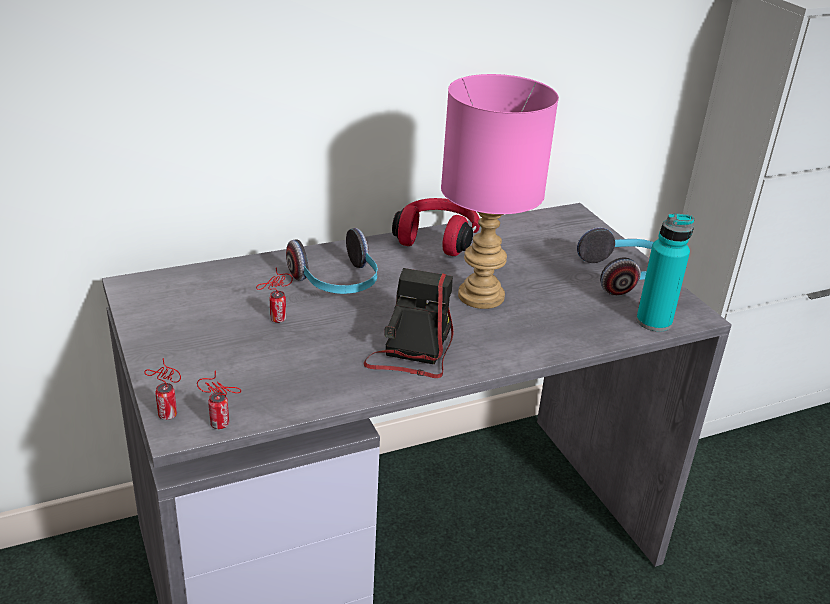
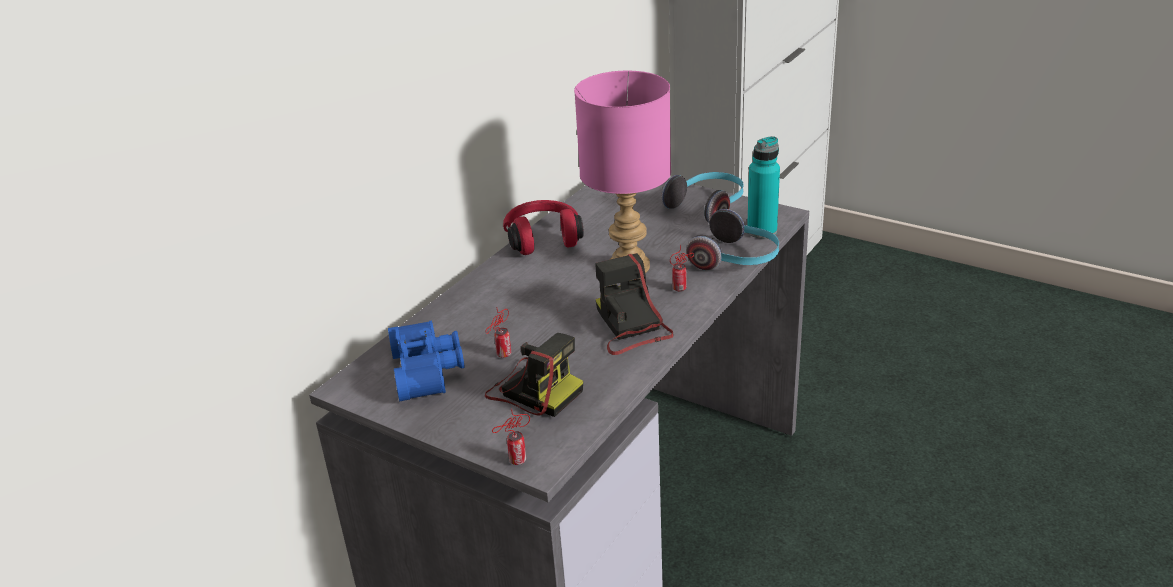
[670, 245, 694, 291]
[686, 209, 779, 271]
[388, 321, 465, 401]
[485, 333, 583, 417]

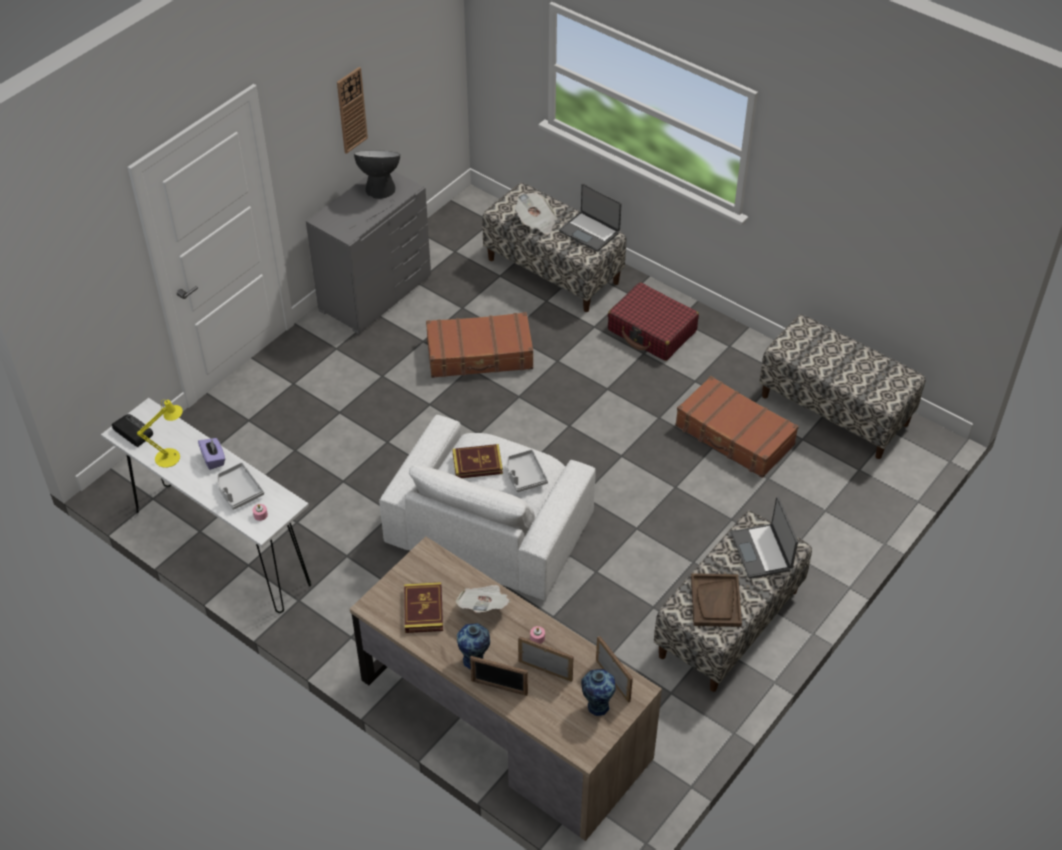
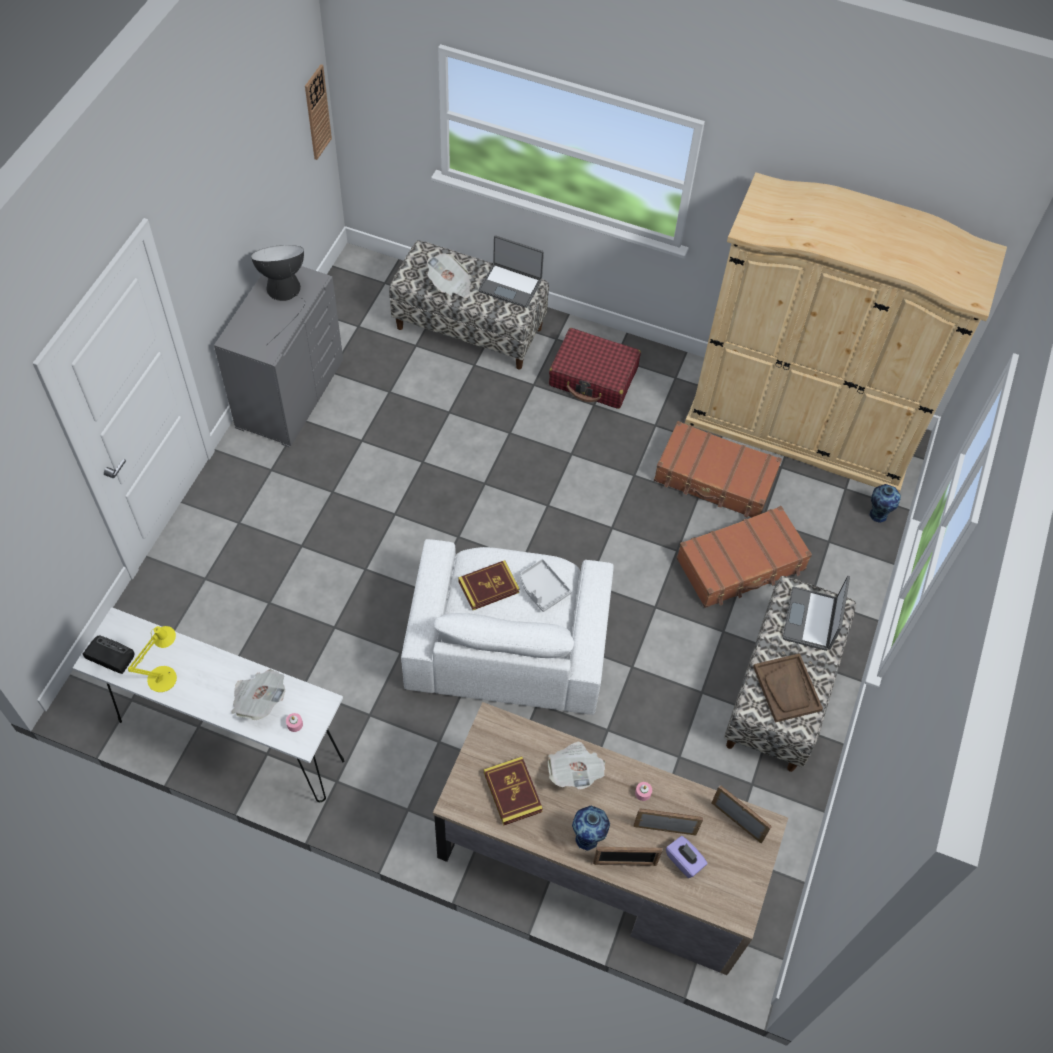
[666, 836, 707, 878]
[232, 669, 285, 720]
[305, 64, 332, 160]
[676, 506, 812, 608]
[870, 484, 901, 523]
[783, 576, 850, 651]
[685, 172, 1007, 492]

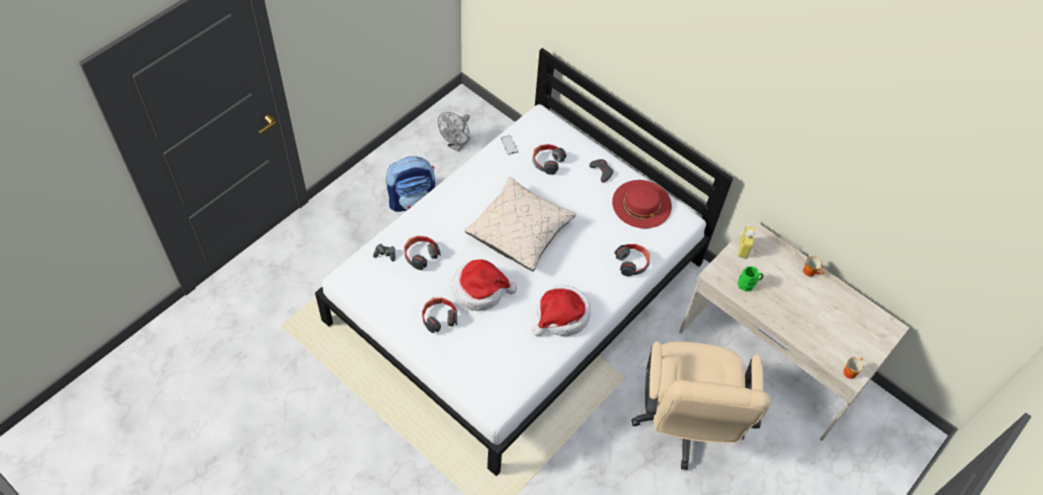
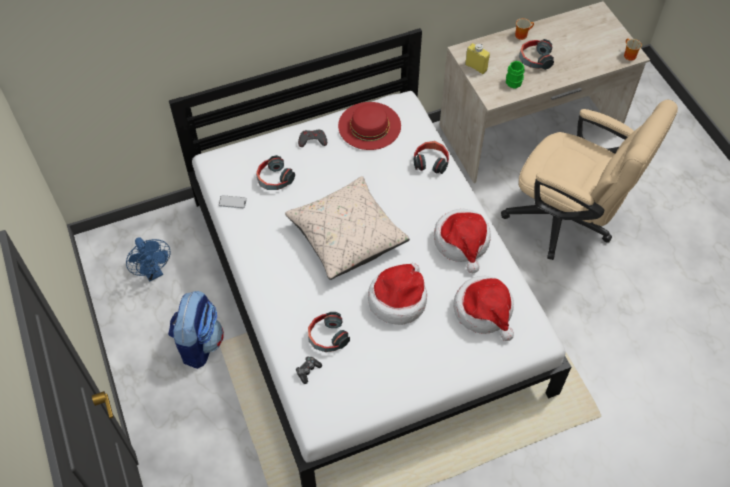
[519, 39, 554, 70]
[126, 237, 170, 282]
[453, 276, 514, 341]

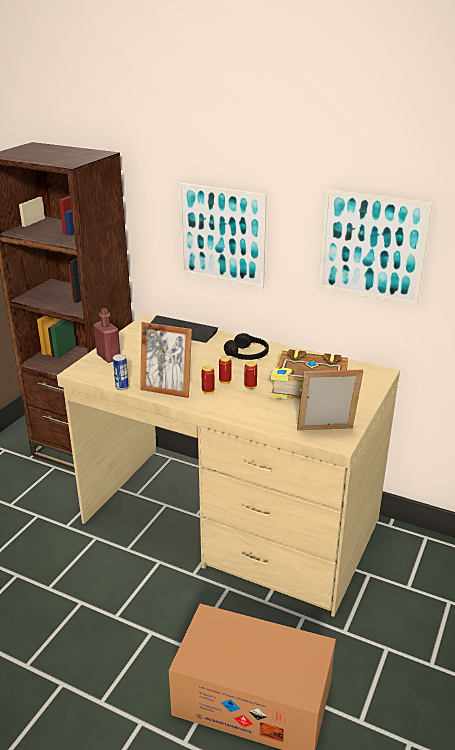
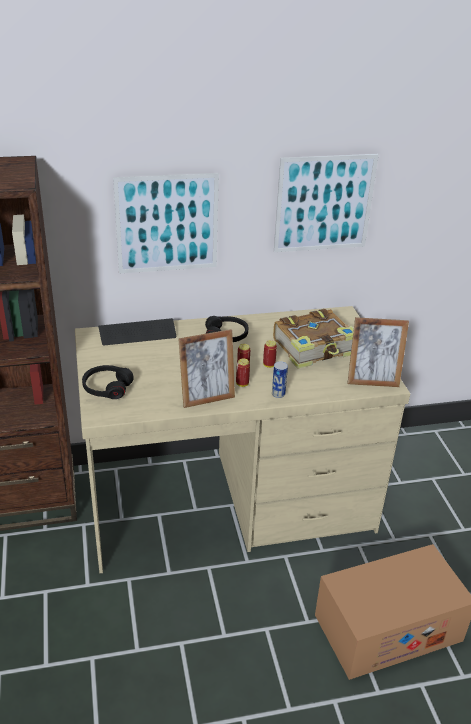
[82, 365, 134, 399]
[272, 361, 288, 398]
[347, 317, 409, 387]

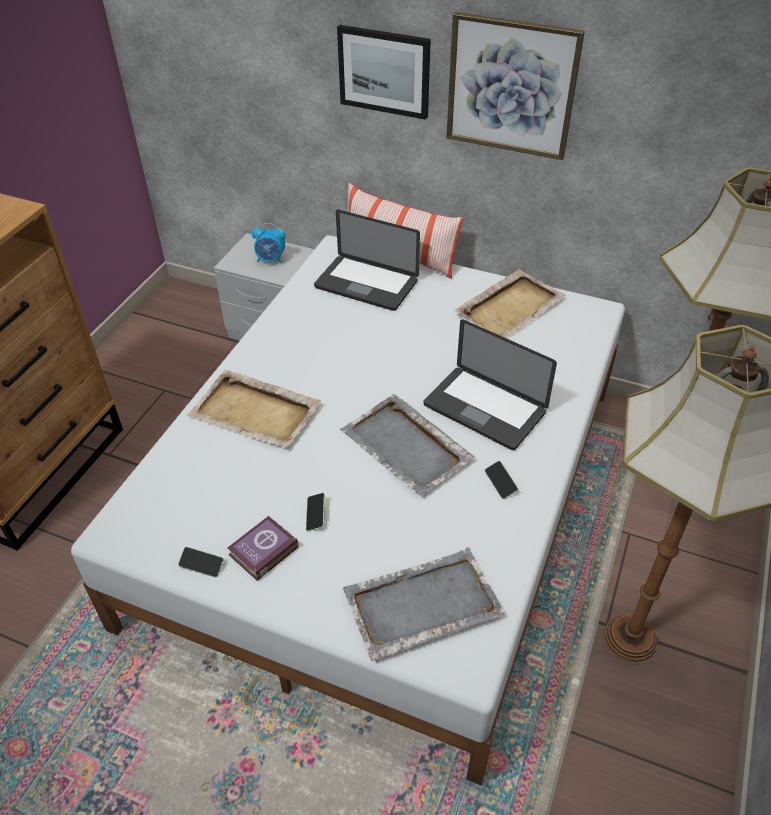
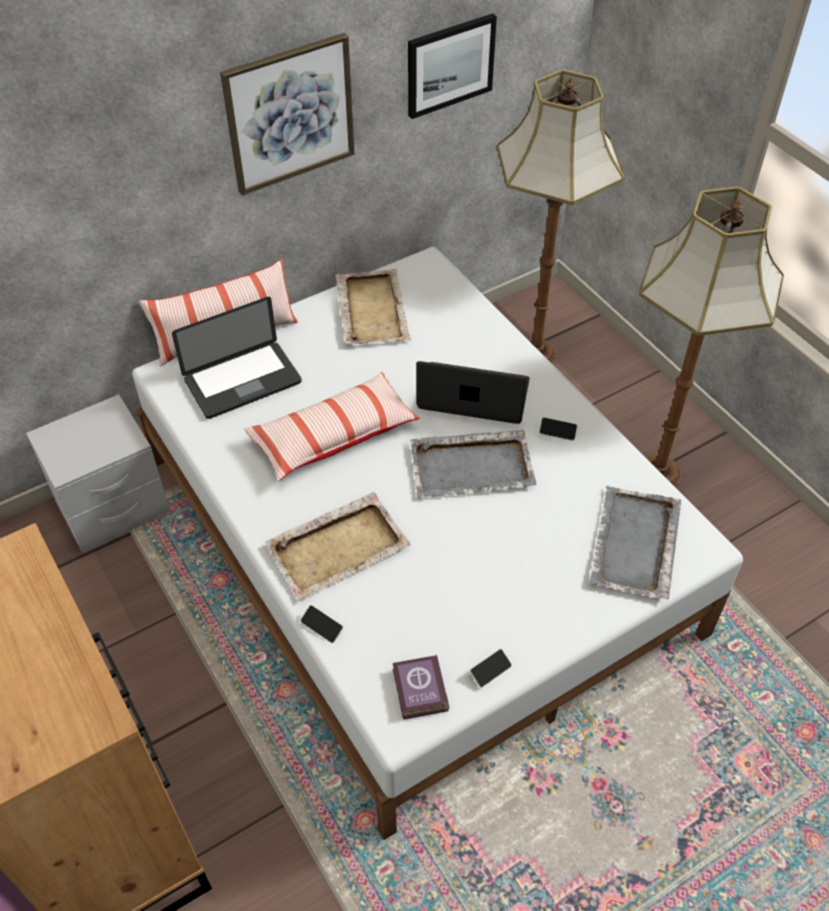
[393, 654, 449, 719]
[252, 223, 286, 264] (first image)
[300, 605, 343, 643]
[408, 13, 497, 119]
[416, 361, 529, 424]
[244, 372, 420, 481]

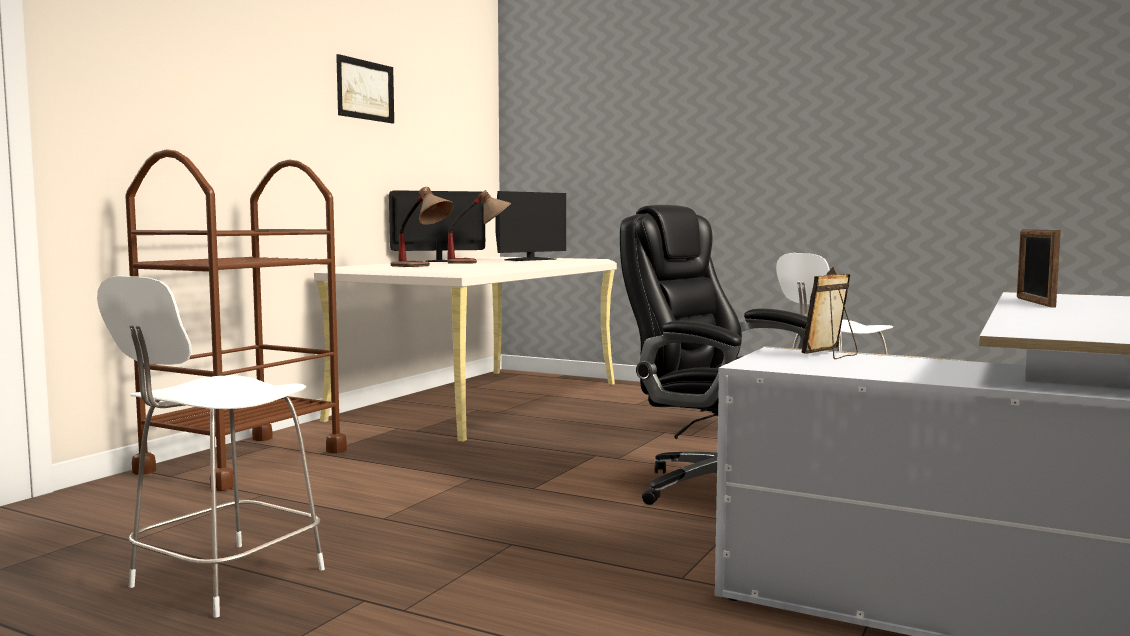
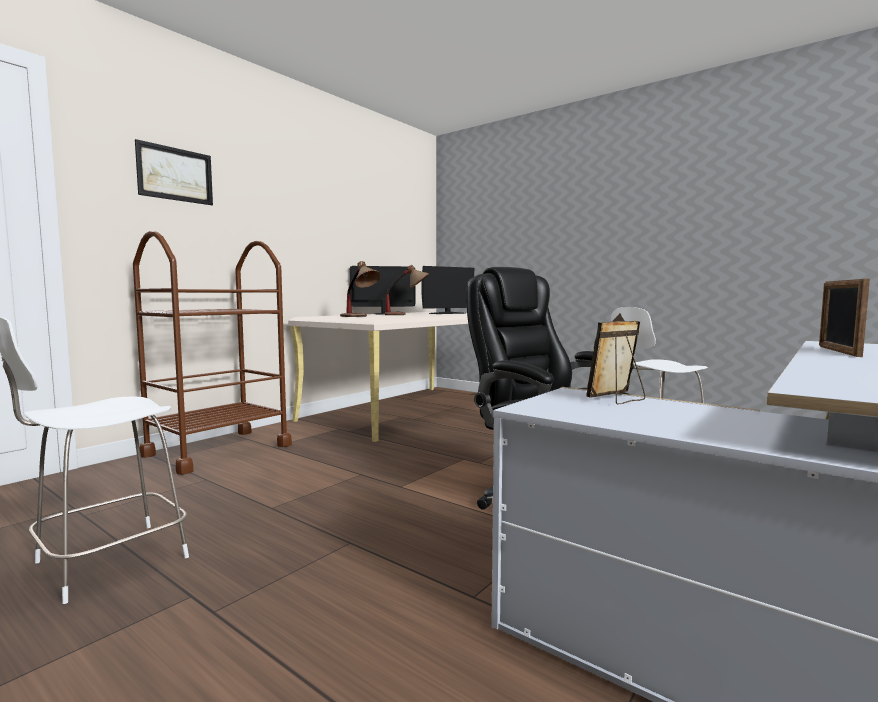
[135, 139, 213, 205]

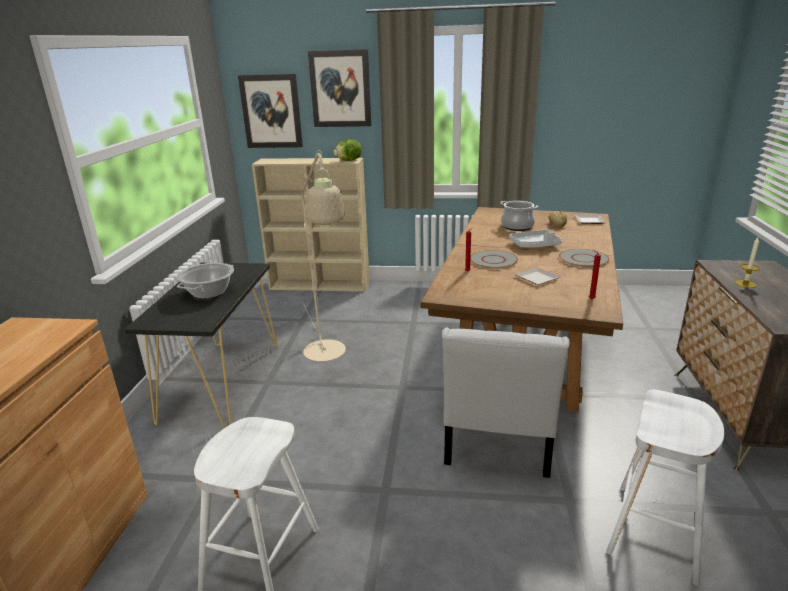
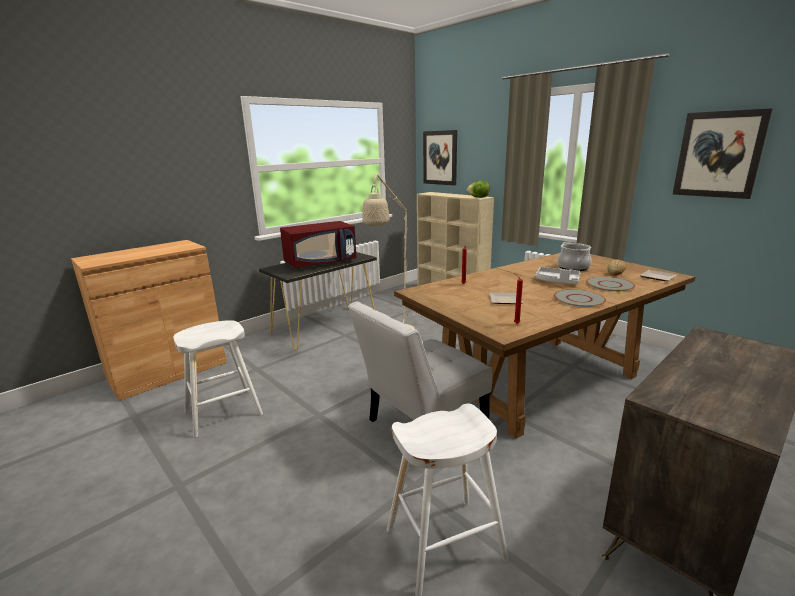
[280, 221, 356, 269]
[673, 108, 773, 199]
[586, 277, 635, 292]
[735, 237, 759, 288] (first image)

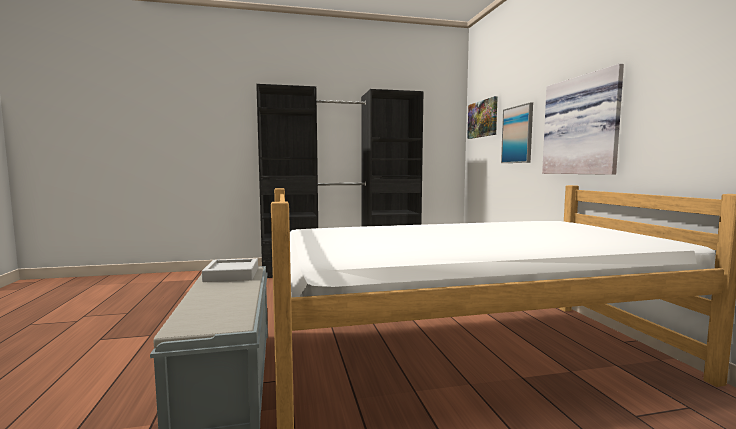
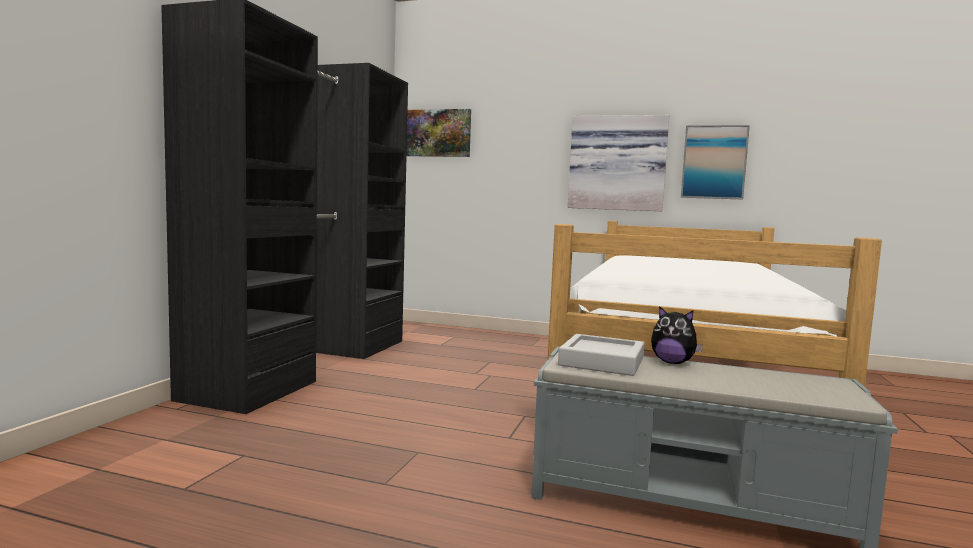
[681, 125, 750, 200]
[651, 306, 703, 364]

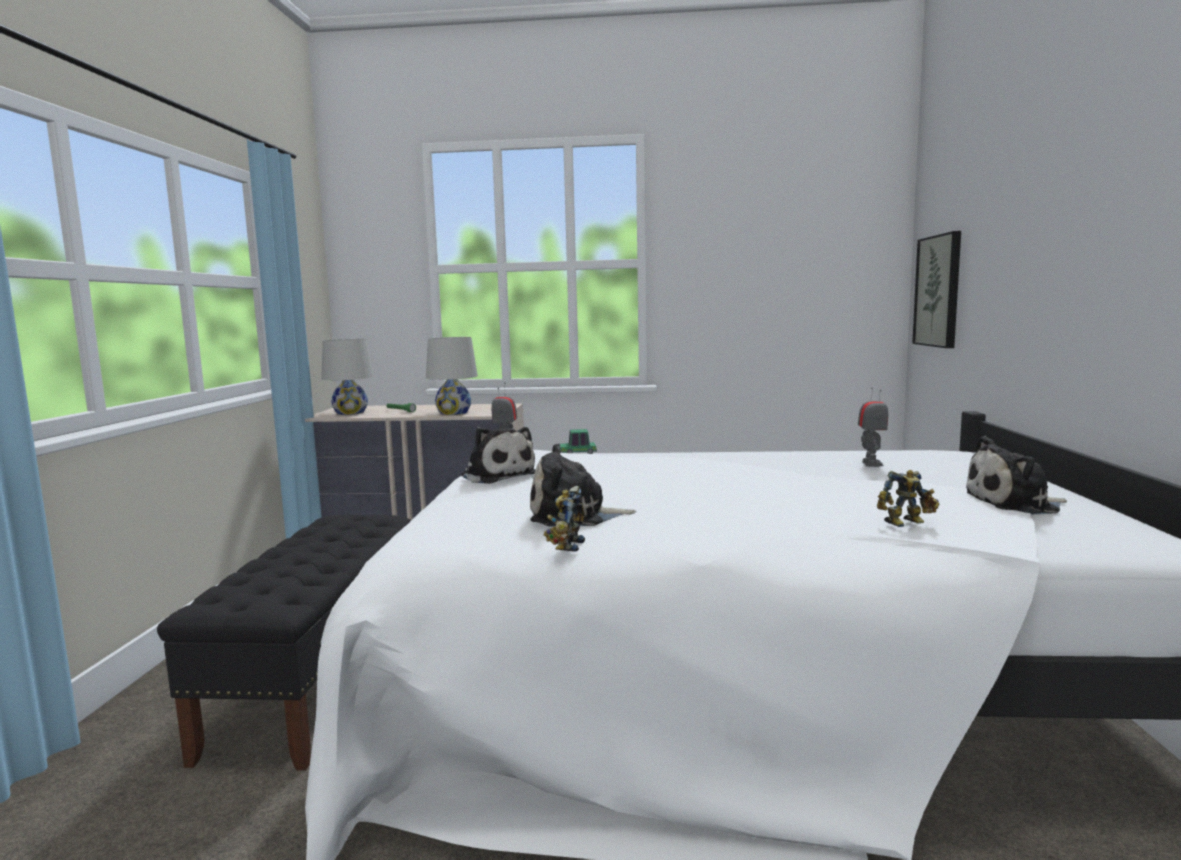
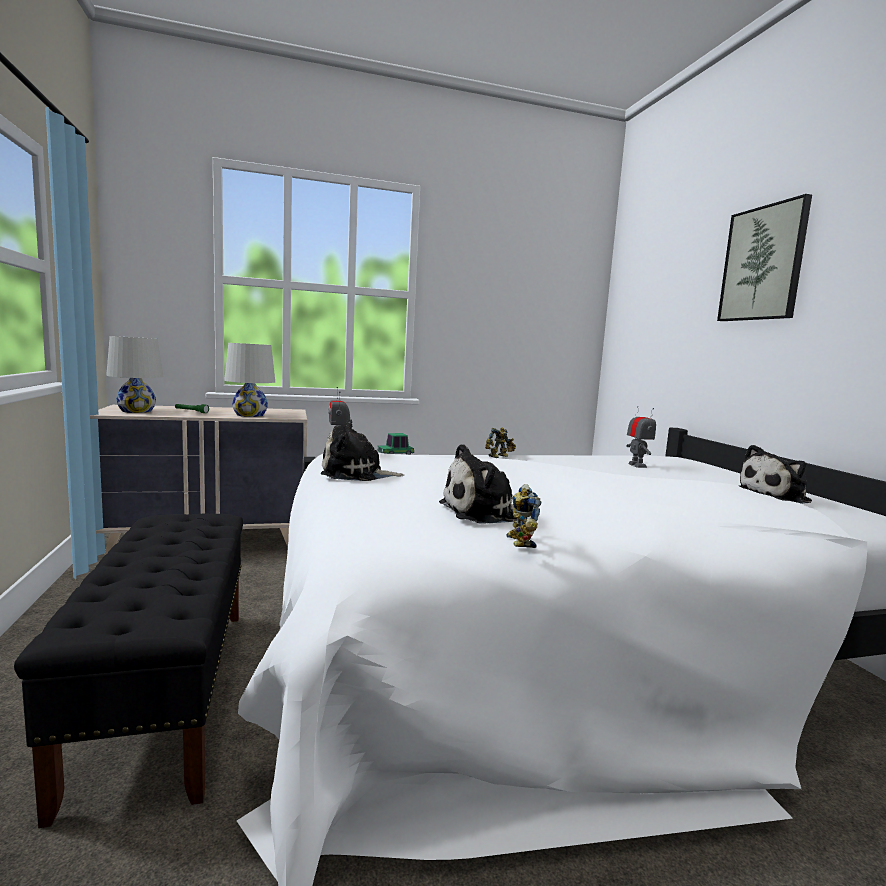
[321, 420, 404, 481]
[485, 428, 516, 458]
[717, 194, 812, 321]

